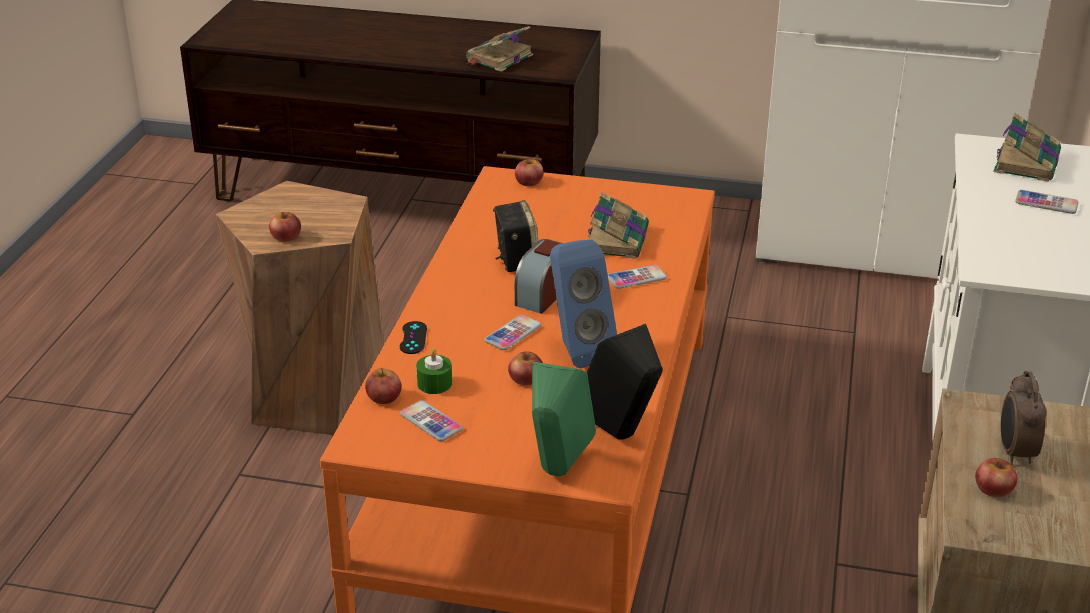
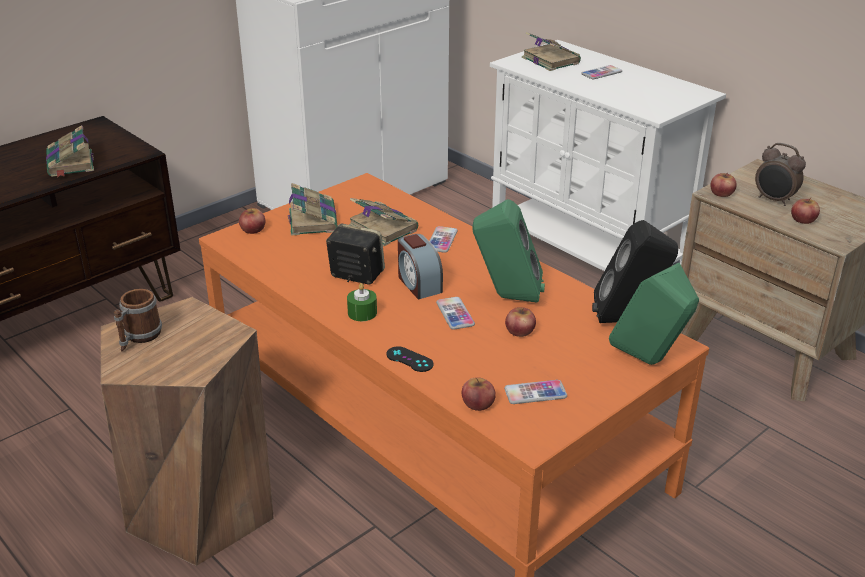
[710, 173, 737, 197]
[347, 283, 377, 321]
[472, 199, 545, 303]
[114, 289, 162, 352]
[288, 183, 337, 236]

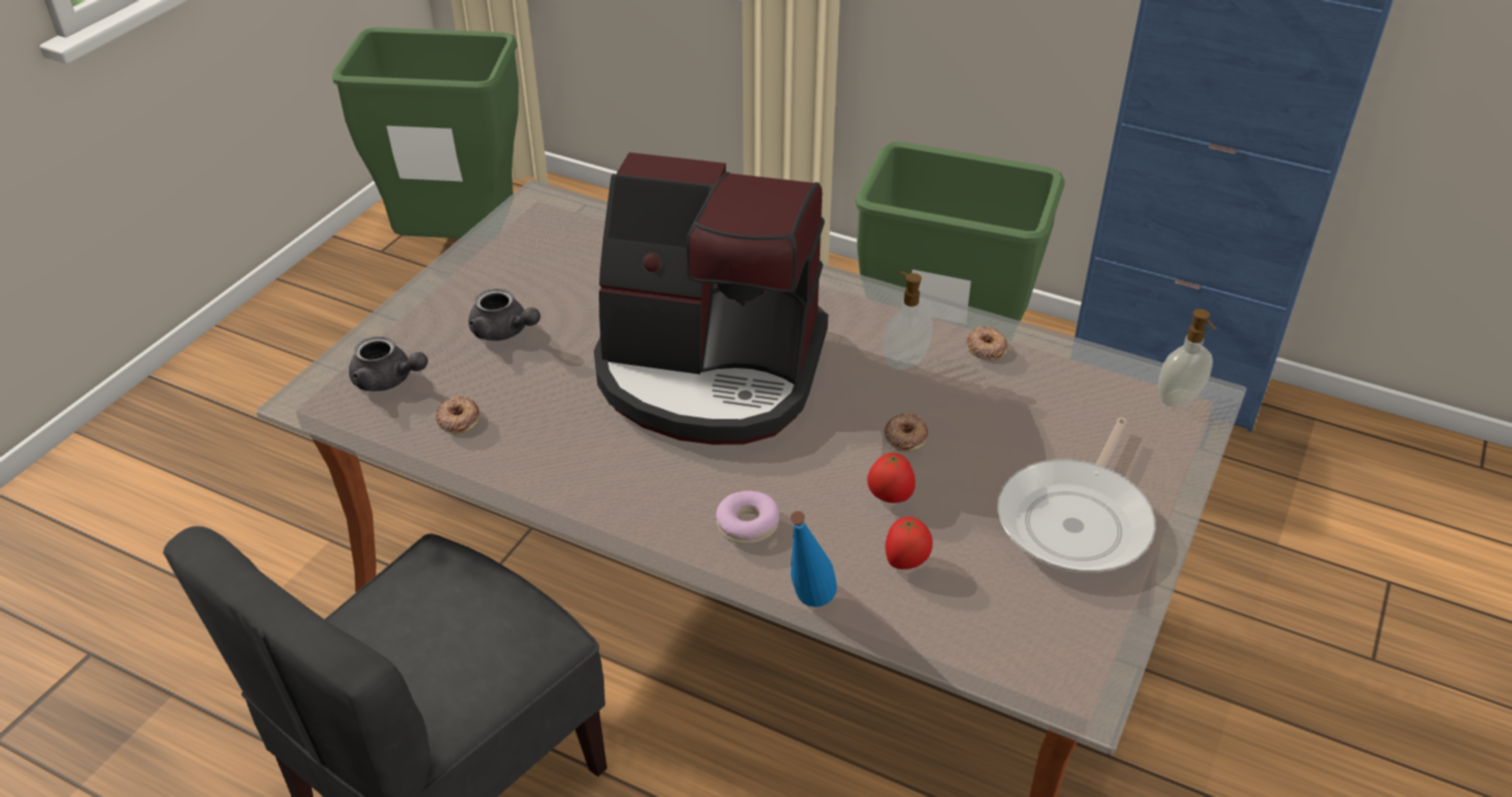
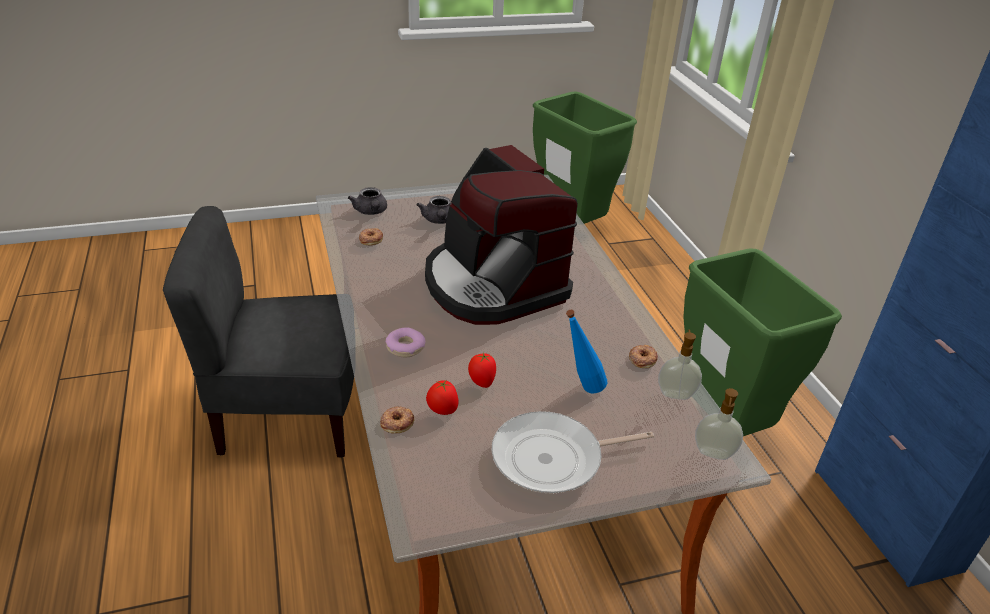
[566, 310, 607, 394]
[658, 329, 702, 400]
[380, 407, 414, 433]

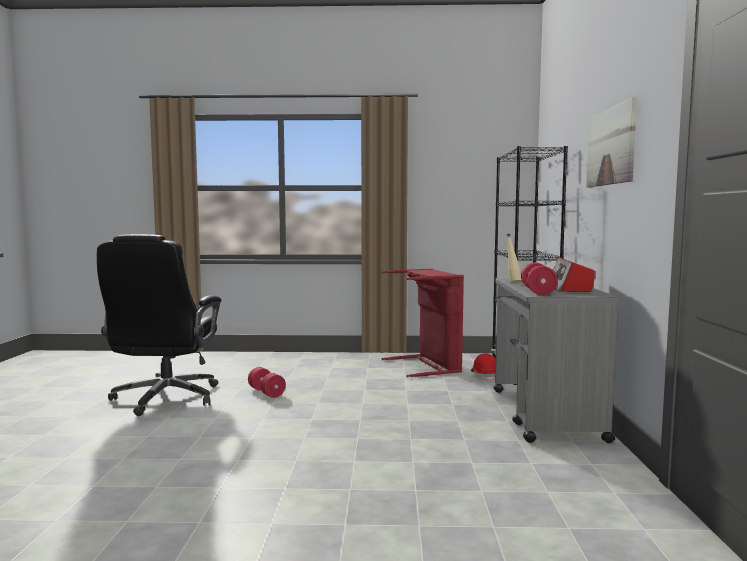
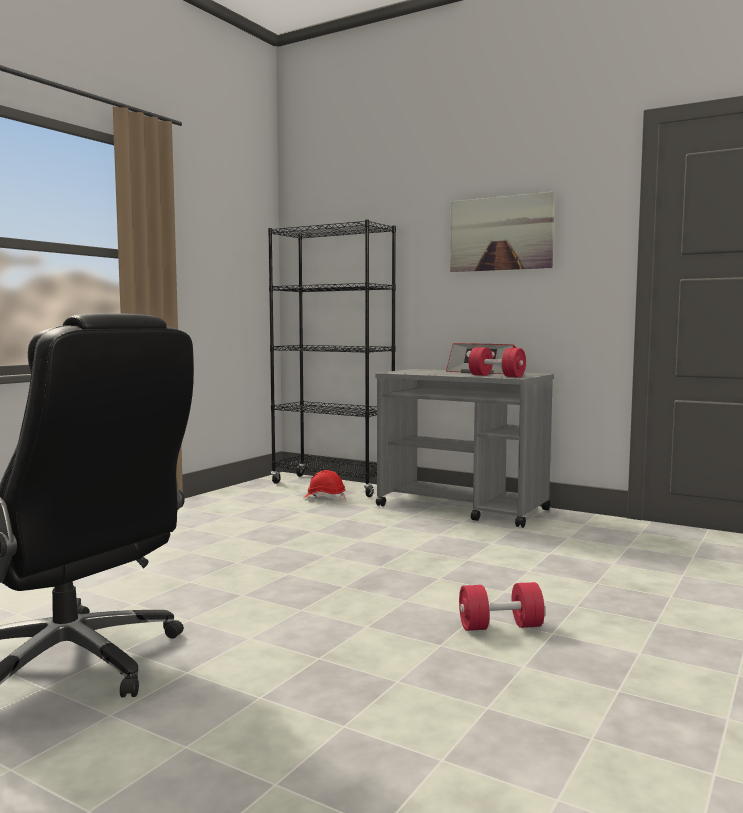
[459, 582, 545, 631]
[382, 269, 464, 377] (first image)
[507, 234, 522, 283] (first image)

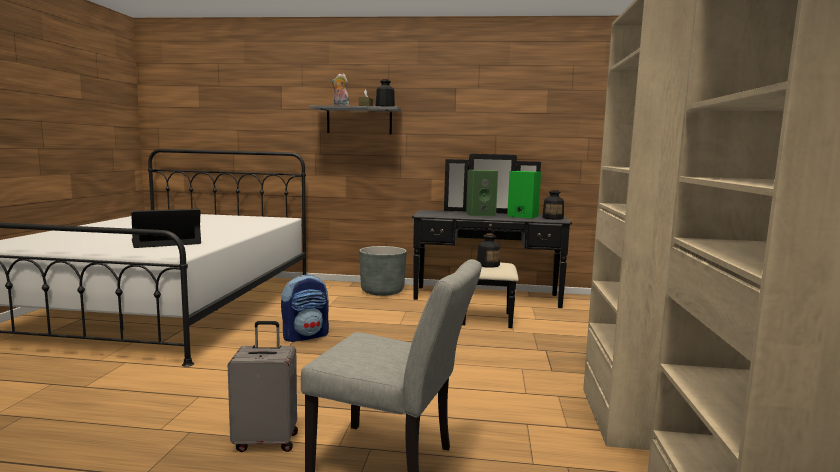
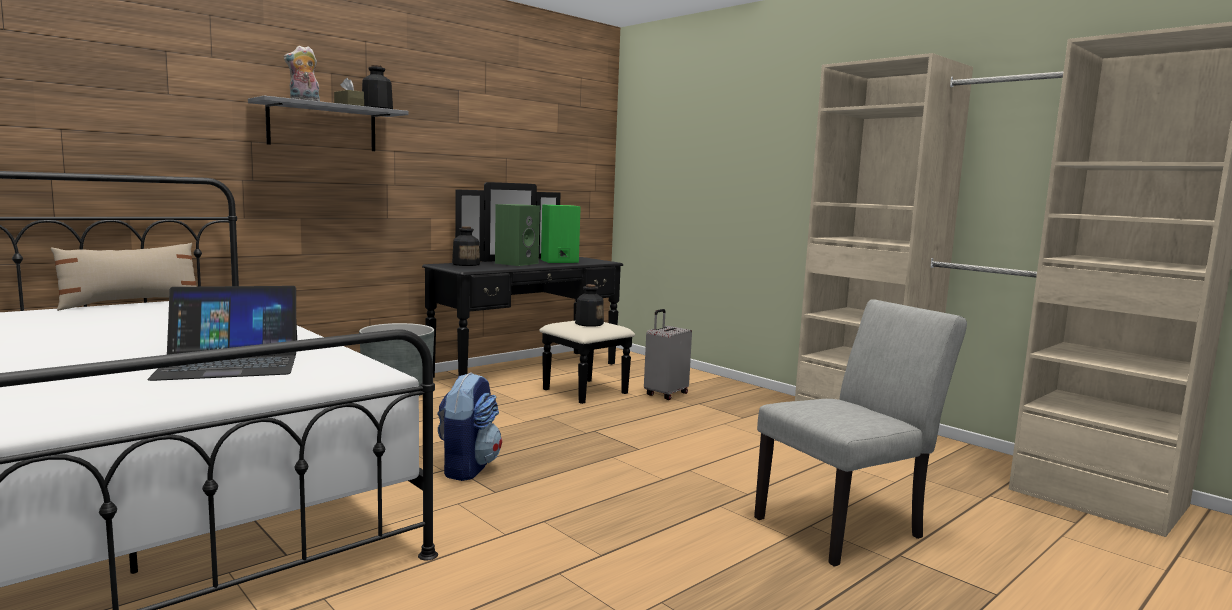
[147, 286, 297, 381]
[644, 309, 692, 400]
[452, 226, 480, 266]
[51, 243, 197, 311]

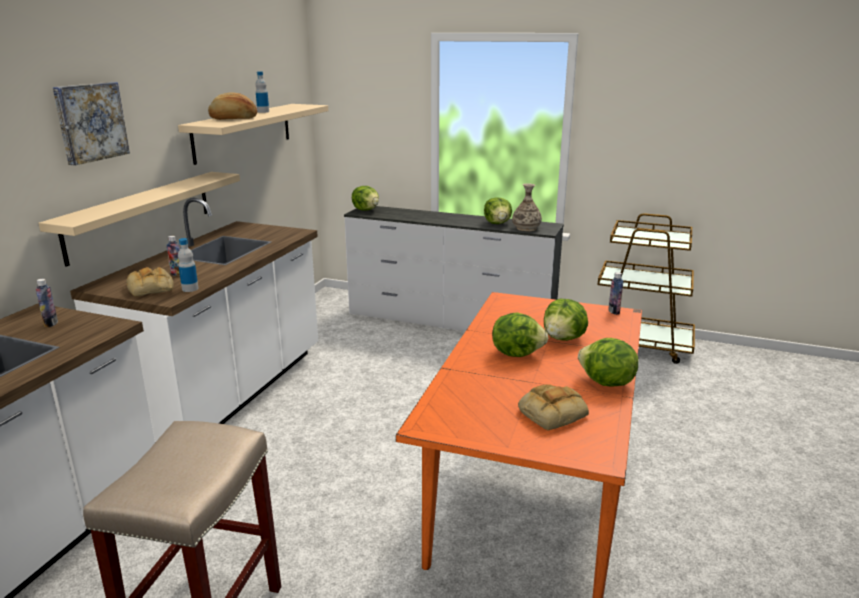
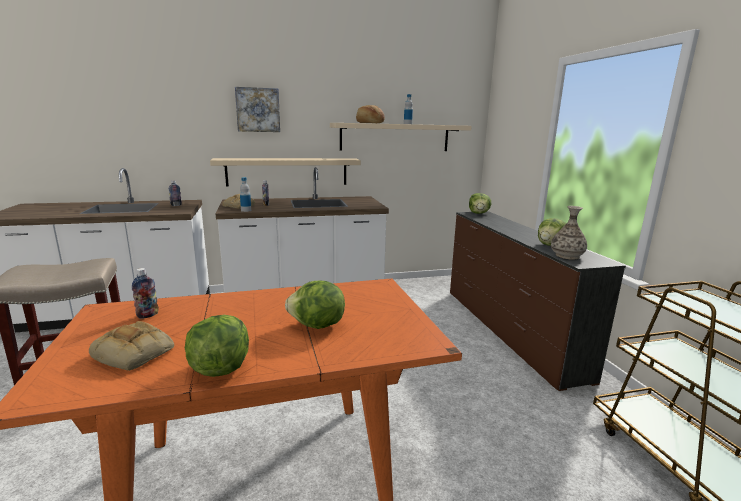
[450, 211, 626, 391]
[492, 312, 548, 357] (first image)
[132, 268, 158, 319]

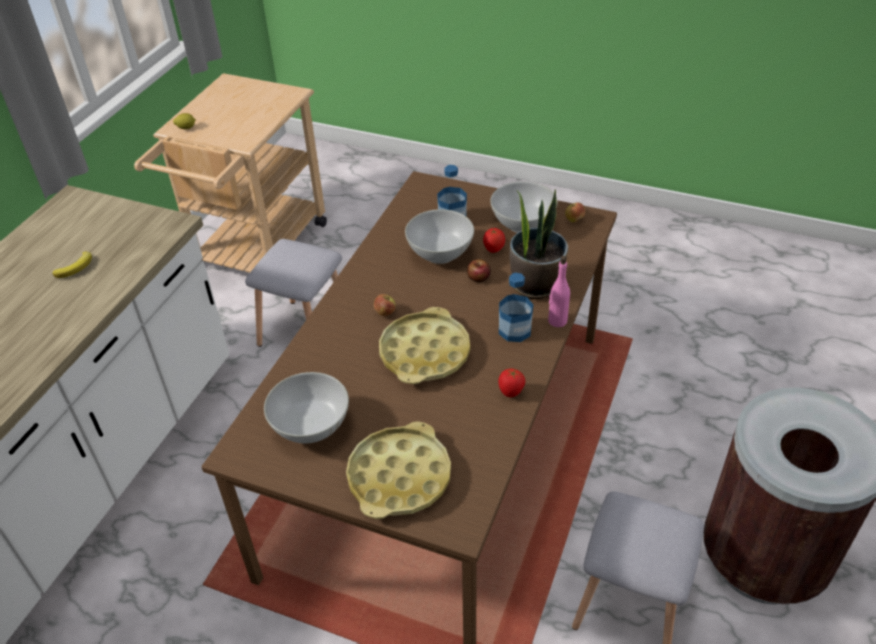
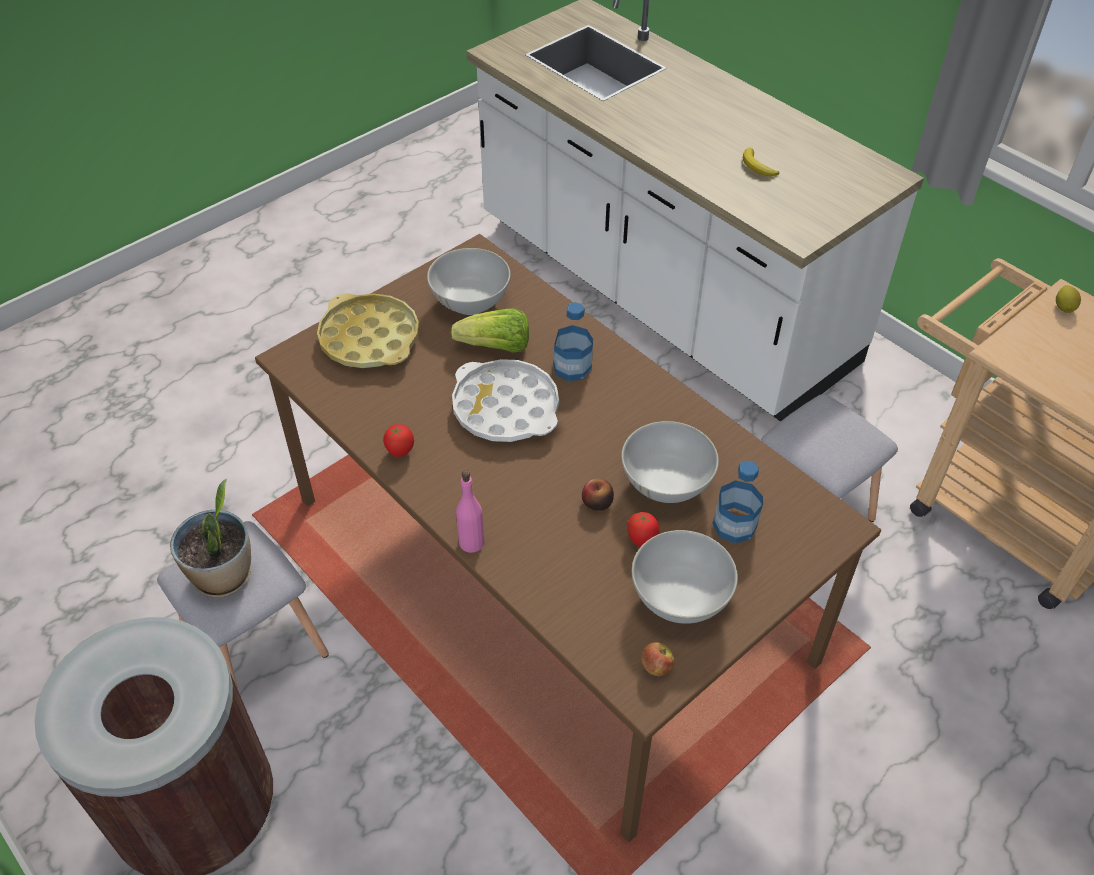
[374, 294, 396, 316] (first image)
[452, 359, 559, 442]
[553, 302, 593, 381]
[170, 479, 251, 598]
[451, 308, 529, 353]

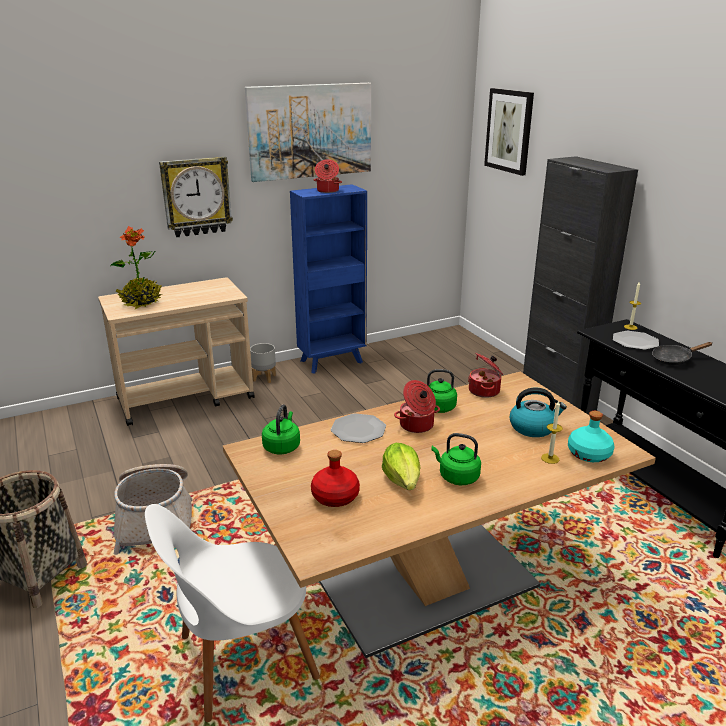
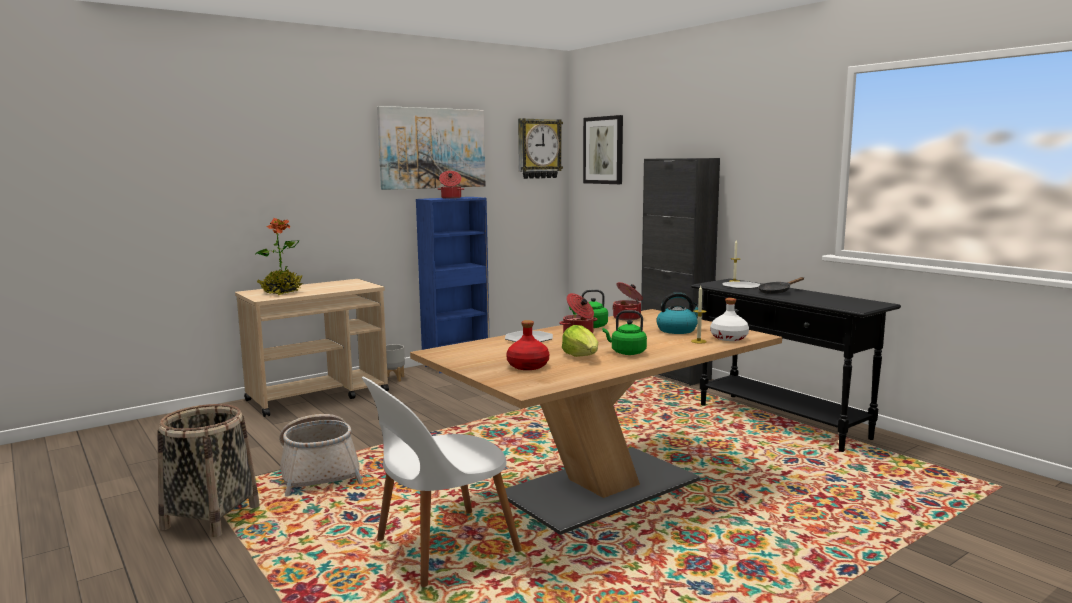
[518, 118, 563, 179]
[262, 404, 300, 454] (first image)
[710, 298, 749, 341]

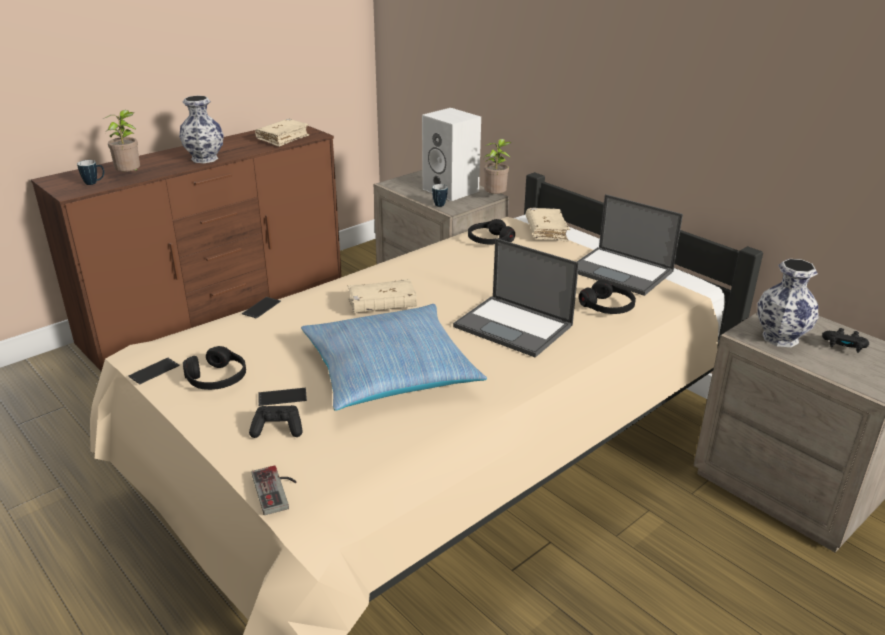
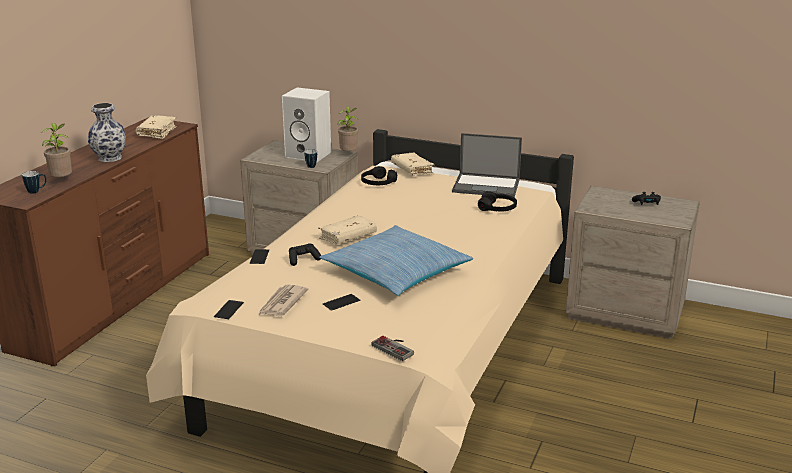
[258, 285, 308, 316]
[289, 244, 321, 266]
[453, 238, 579, 358] (first image)
[757, 259, 819, 347] (first image)

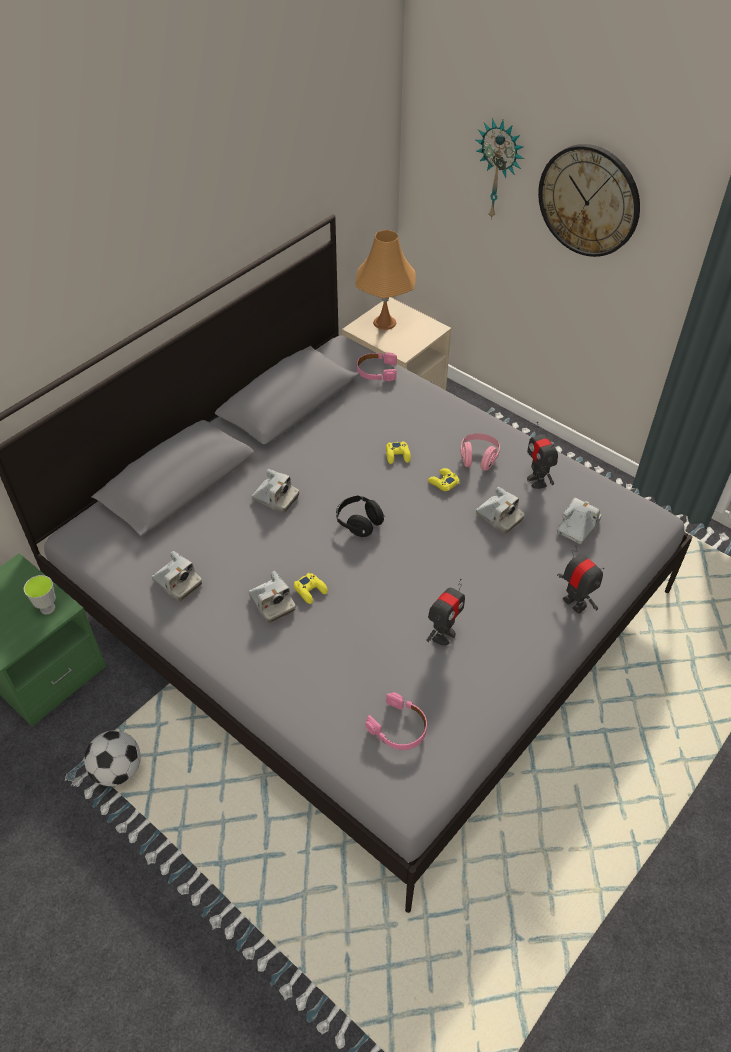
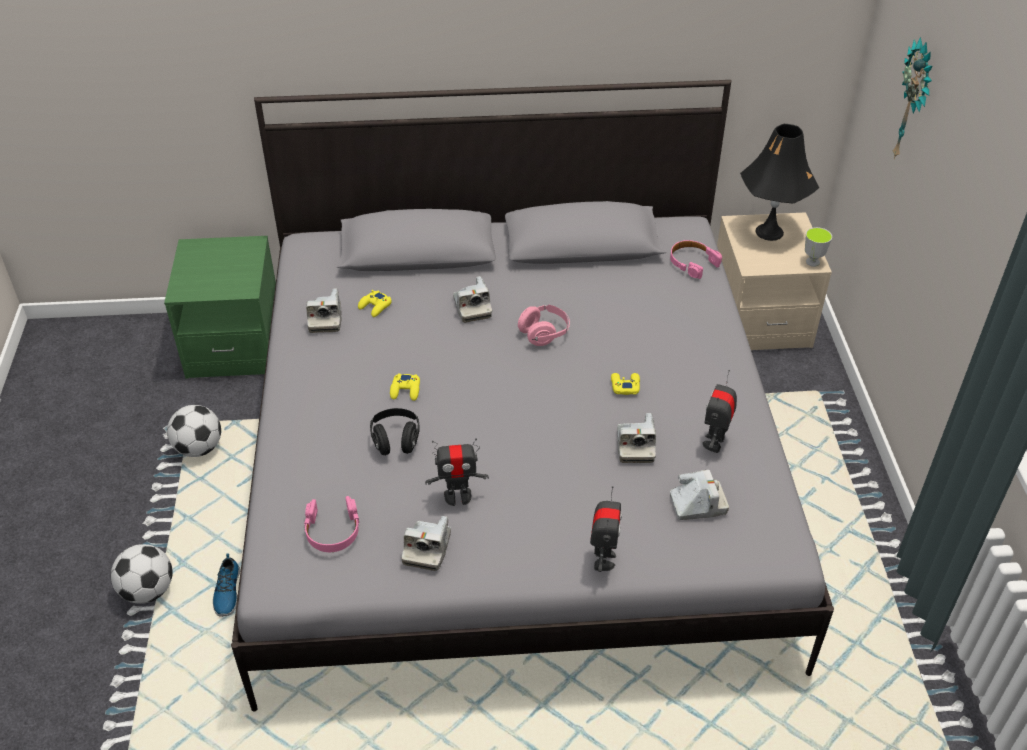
[805, 227, 832, 267]
[401, 516, 451, 571]
[370, 408, 420, 455]
[740, 124, 819, 241]
[358, 290, 392, 317]
[518, 305, 570, 346]
[538, 144, 640, 257] (first image)
[111, 544, 173, 604]
[213, 553, 240, 617]

